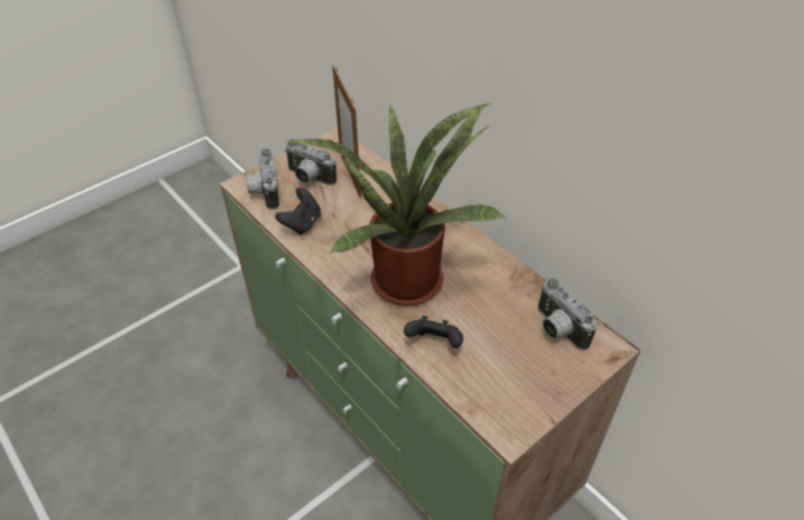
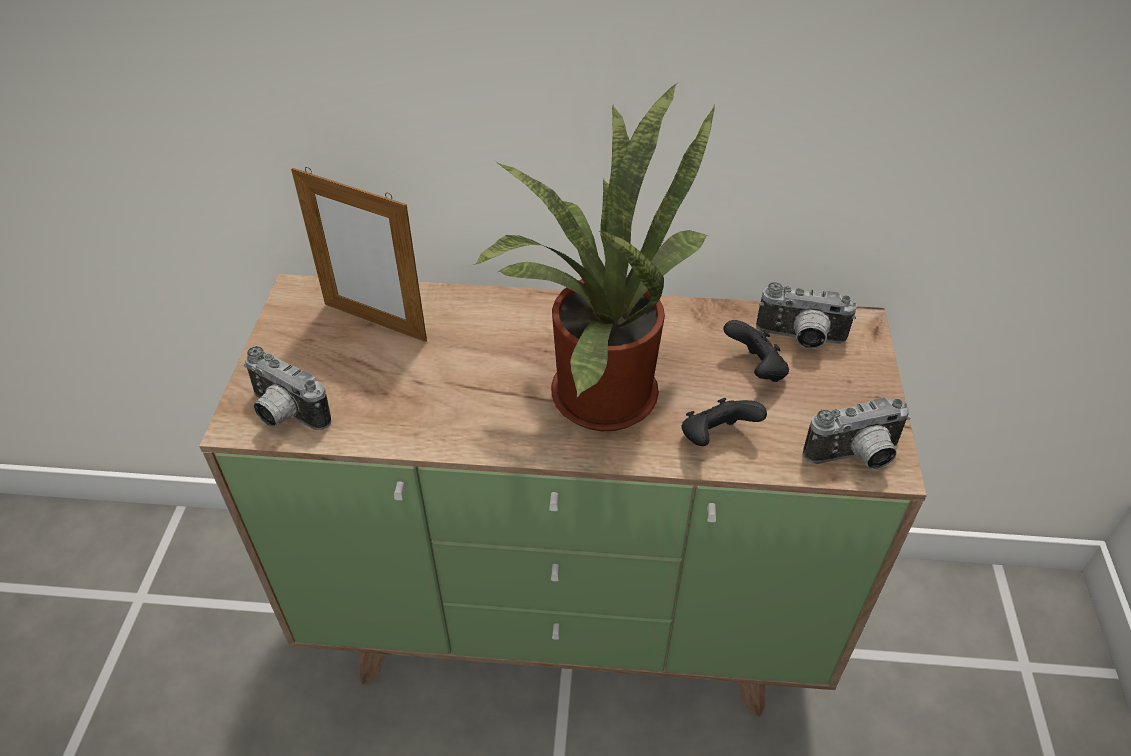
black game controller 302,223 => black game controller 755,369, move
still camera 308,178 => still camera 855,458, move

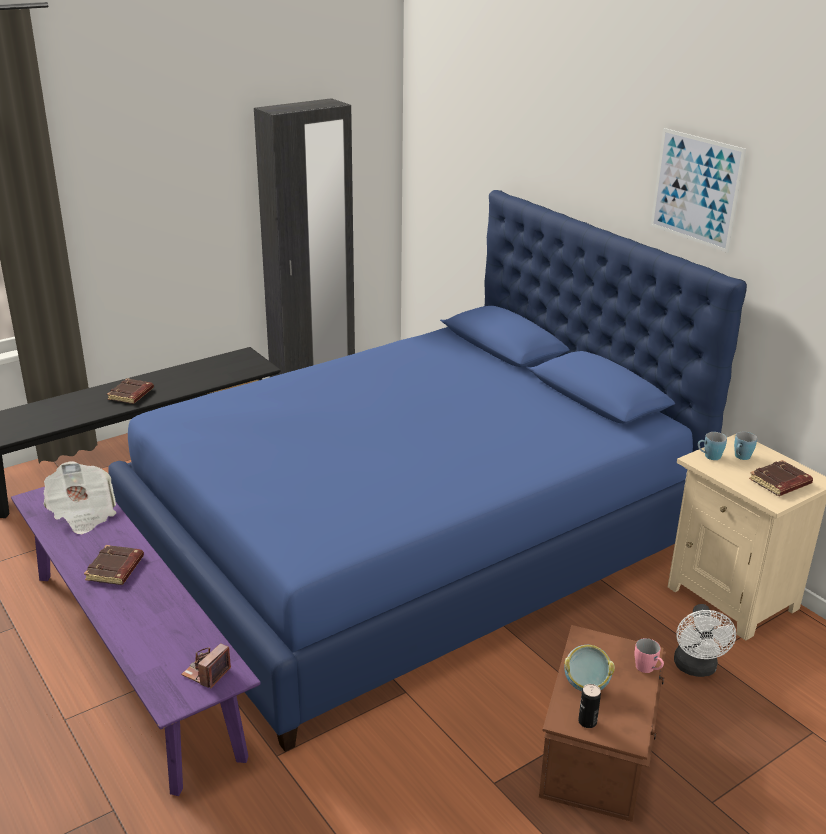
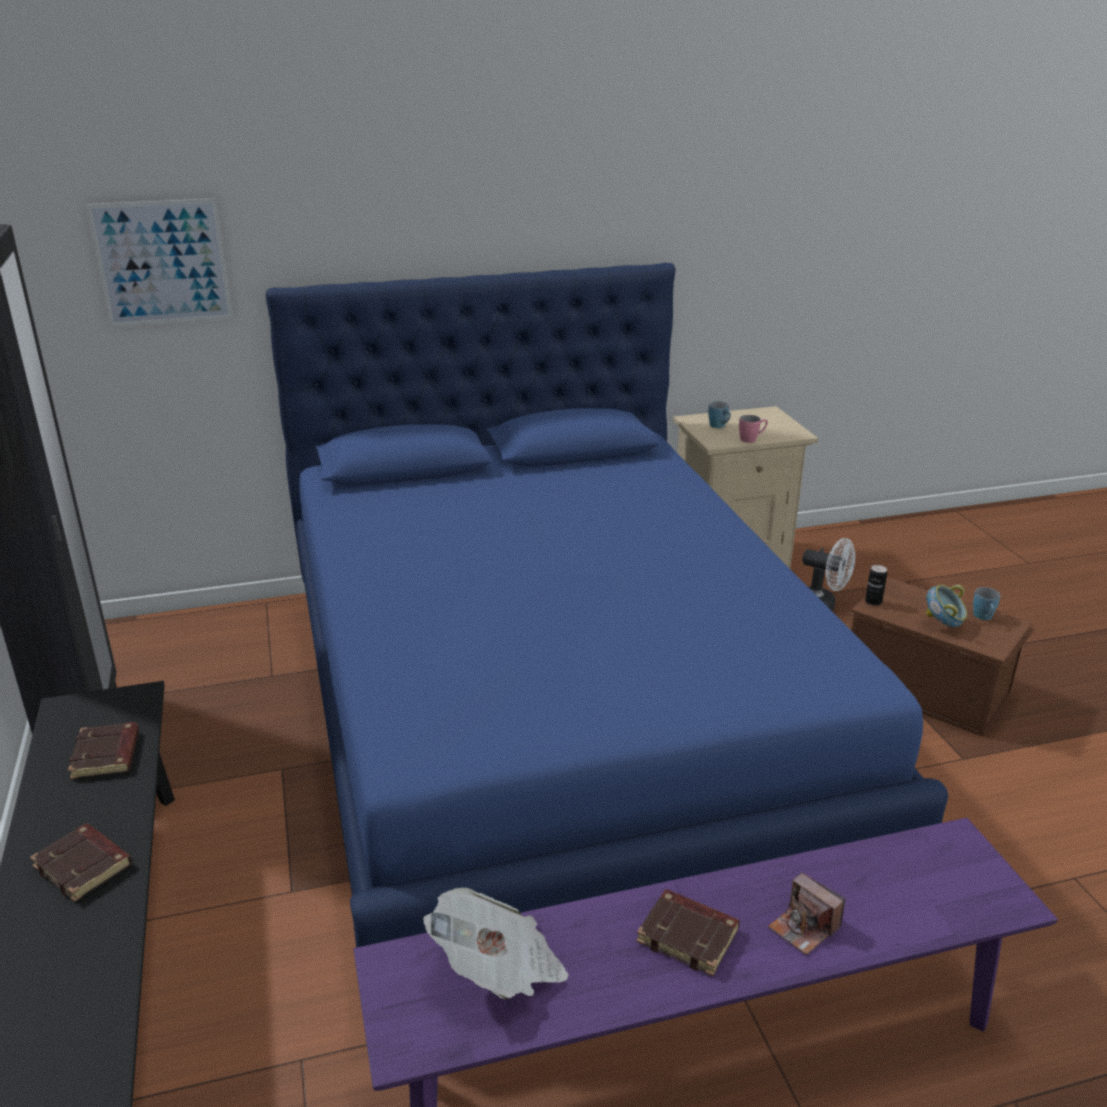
brown bound book 780,483 => brown bound book 107,755, move
wall art 696,189 => wall art 162,263, move
pinkish mug 648,669 => pinkish mug 752,439, move
still camera 206,673 => still camera 804,928, move
can 587,722 => can 873,602, move
bluish mug 709,456 => bluish mug 984,618, move

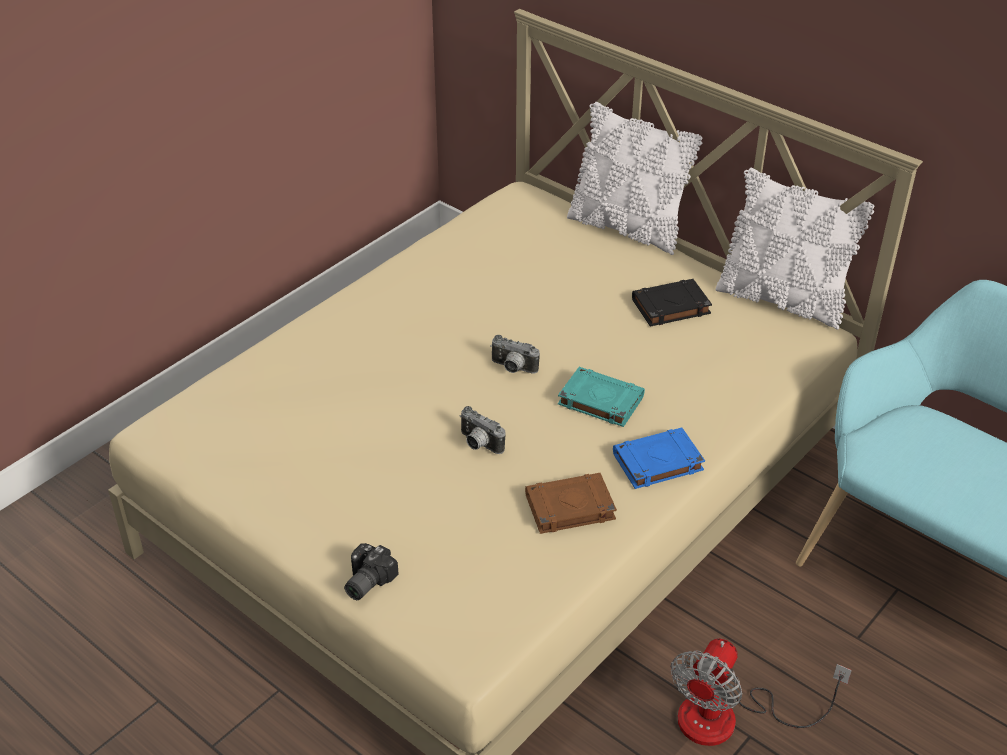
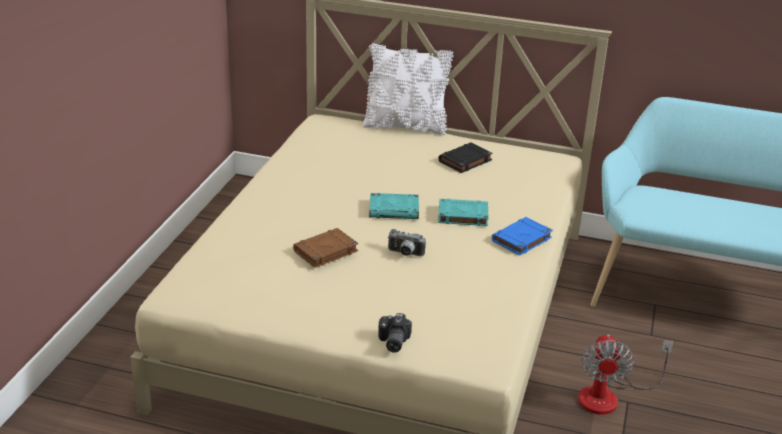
brown bound book 569,507 => brown bound book 325,251, move
still camera 512,368 => blue-green bound book 394,210
white-coloured cushion 783,300 => nothing

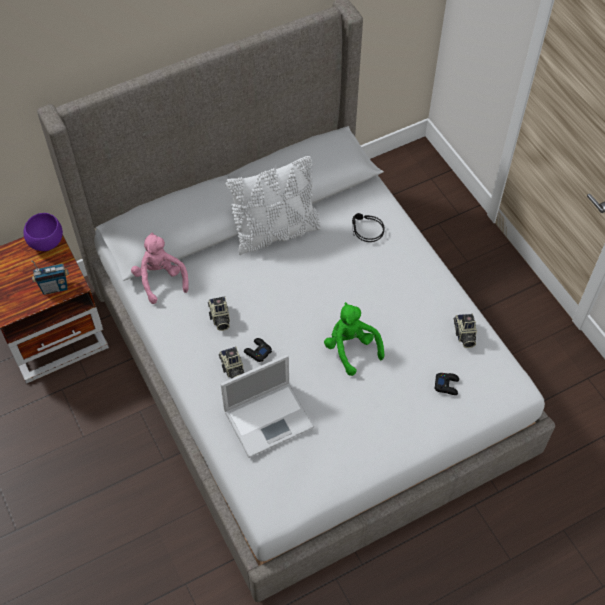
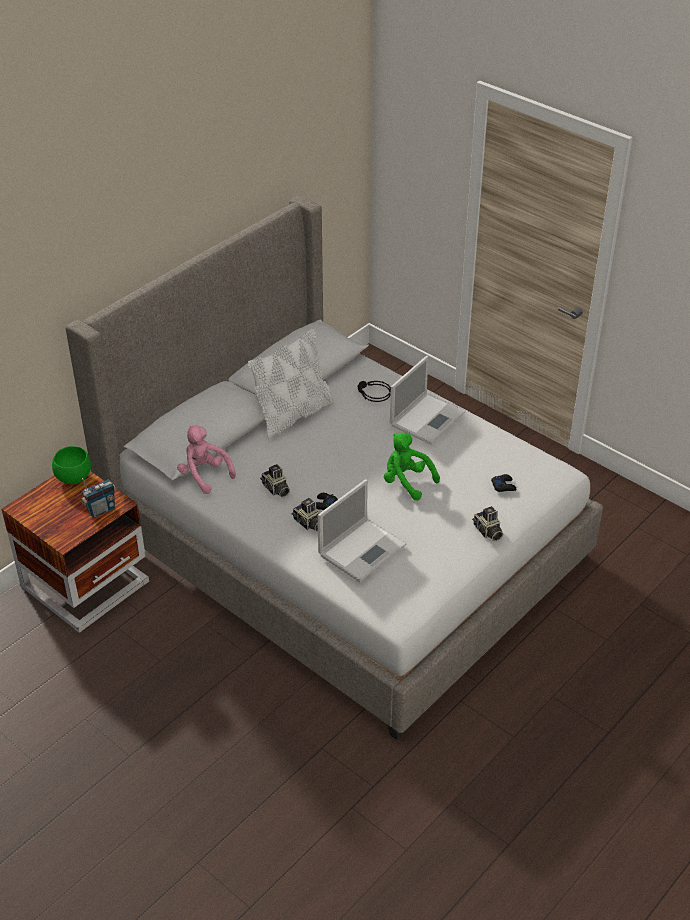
purple serving bowl 45,242 => green-coloured serving bowl 72,478
nothing => portable computer 428,418
still camera 464,335 => still camera 487,532, move

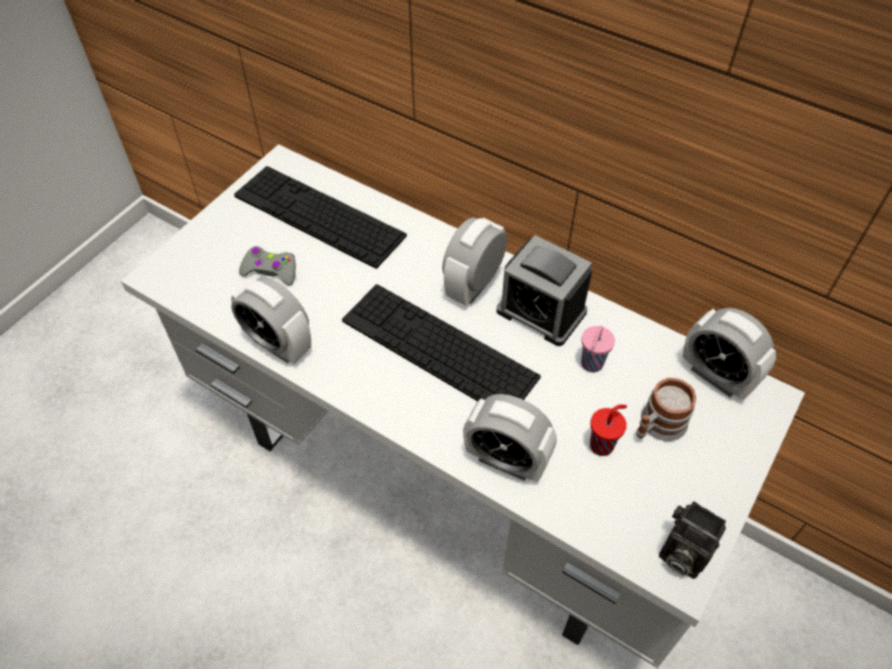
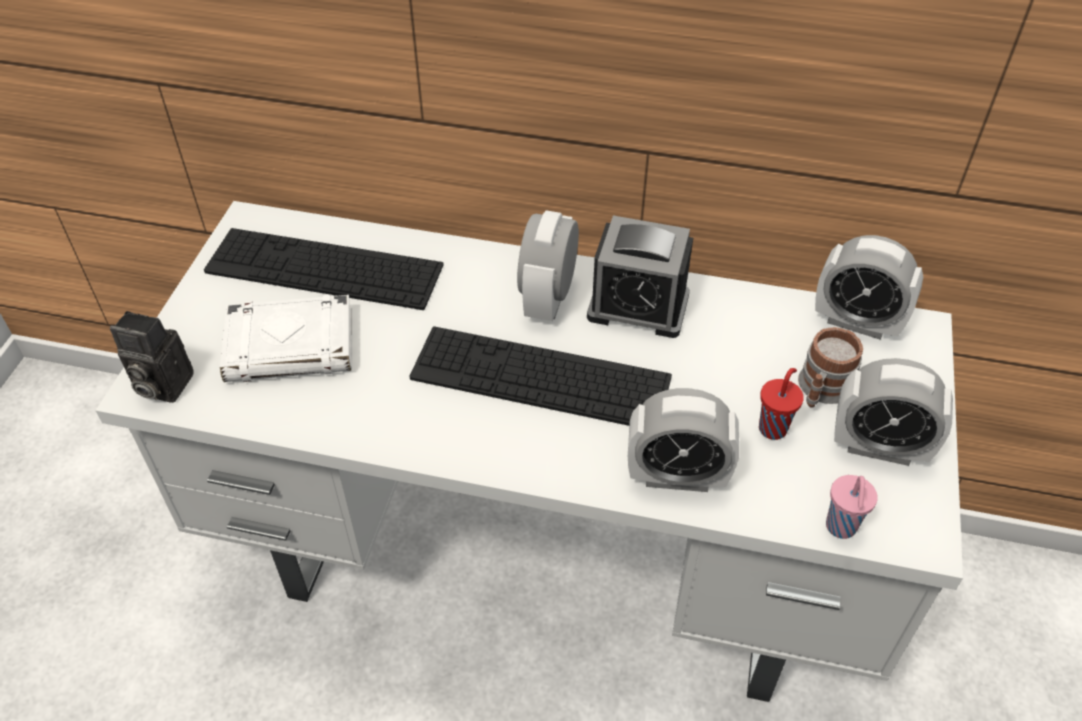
still camera 680,554 => still camera 160,385, move
grey game controller 270,270 => white-coloured bound book 292,346
pinkish small cup 591,365 => pinkish small cup 841,528, move
table clock 278,344 => table clock 879,447, move

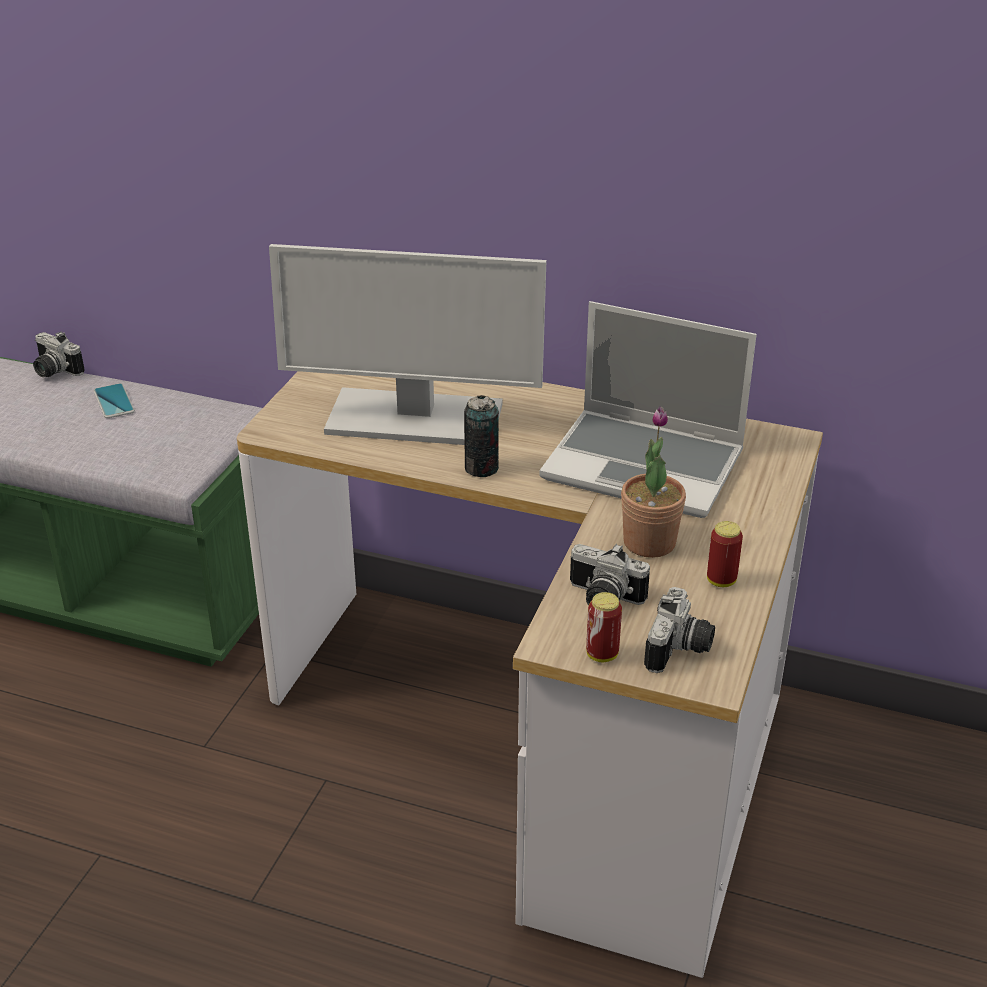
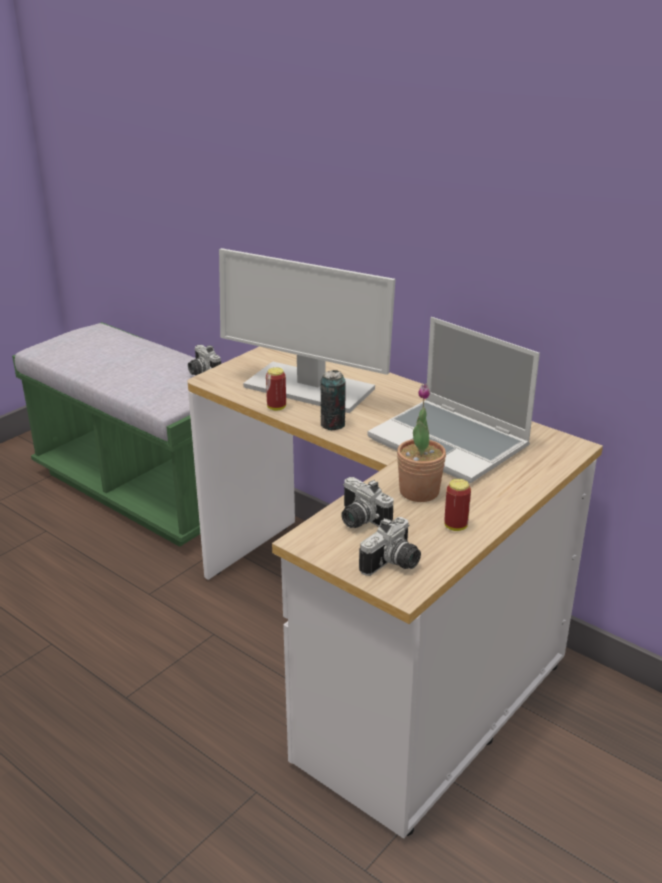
still camera 54,371 => still camera 201,372, move
can 602,654 => can 276,407, move
telephone 114,401 => nothing

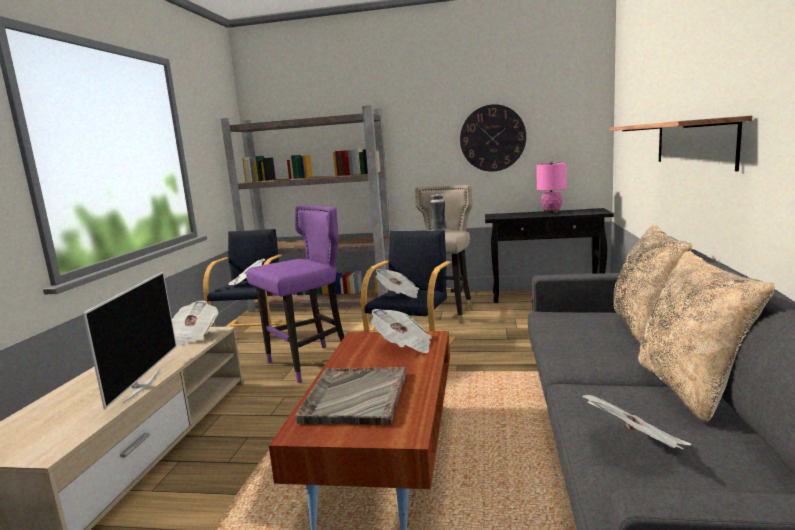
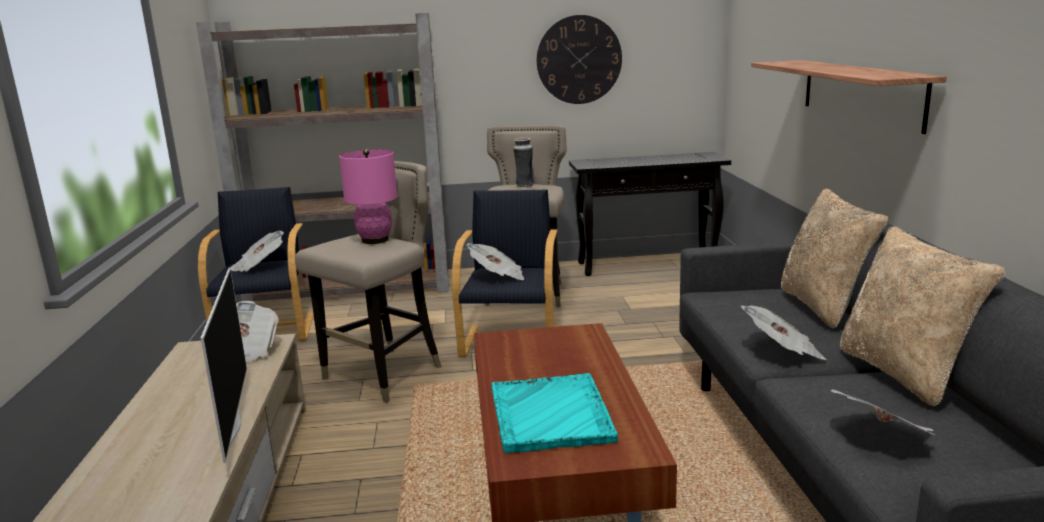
purple stool seat 309,363 => sand-coloured stool seat 383,375
pinkish table lamp 551,212 => pinkish table lamp 375,240, move
grey tray 355,397 => blue-green tray 550,415
daily paper 403,346 => daily paper 782,352, move

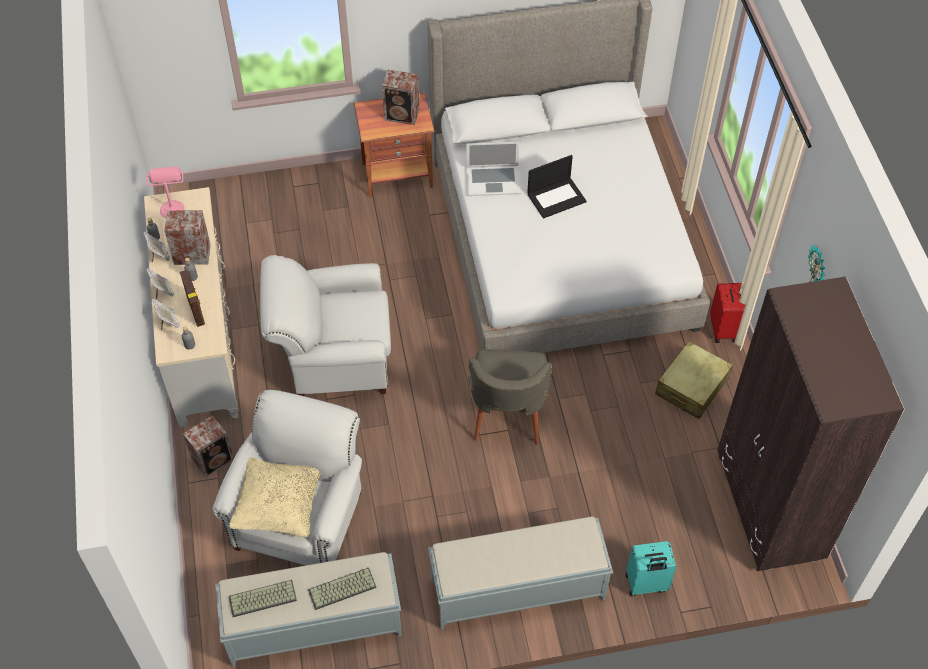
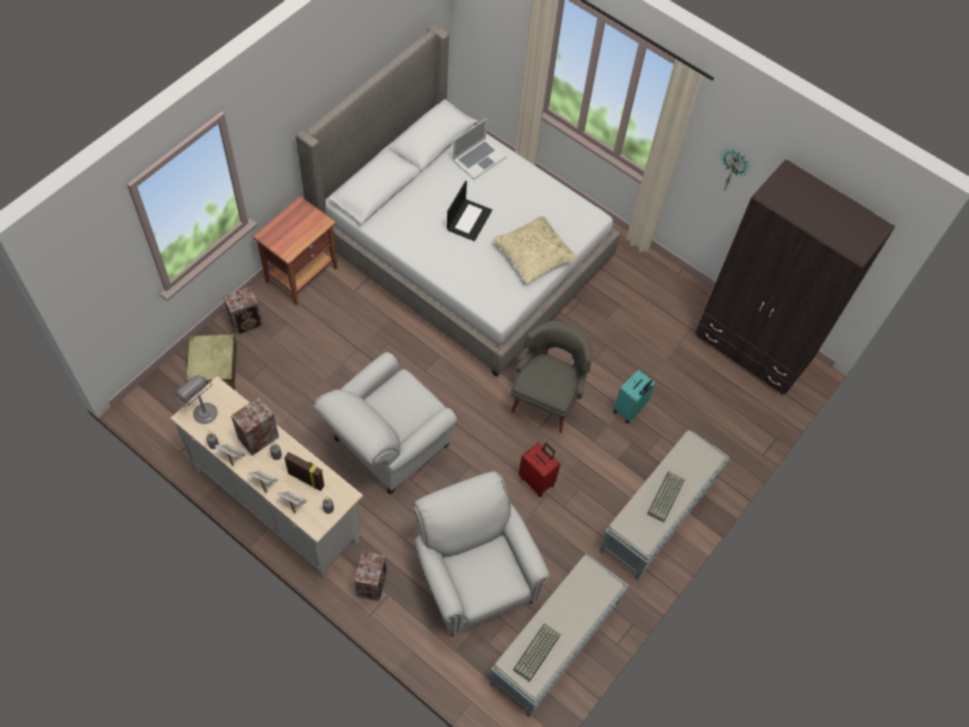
pinkish table lamp 171,205 => grey table lamp 201,410
sand-coloured suitcase 691,387 => sand-coloured suitcase 213,368, move
speaker 403,115 => speaker 247,322, move
portable computer 493,180 => portable computer 479,158, move
sand-coloured cushion 278,502 => sand-coloured cushion 534,254, move
grey plain chair 507,417 => grey plain chair 545,403, 120 degrees counterclockwise
red suitcase 724,329 => red suitcase 537,480, move
blue-green suitcase 646,584 => blue-green suitcase 630,409, move
computer keyboard 342,590 => computer keyboard 666,497, move

